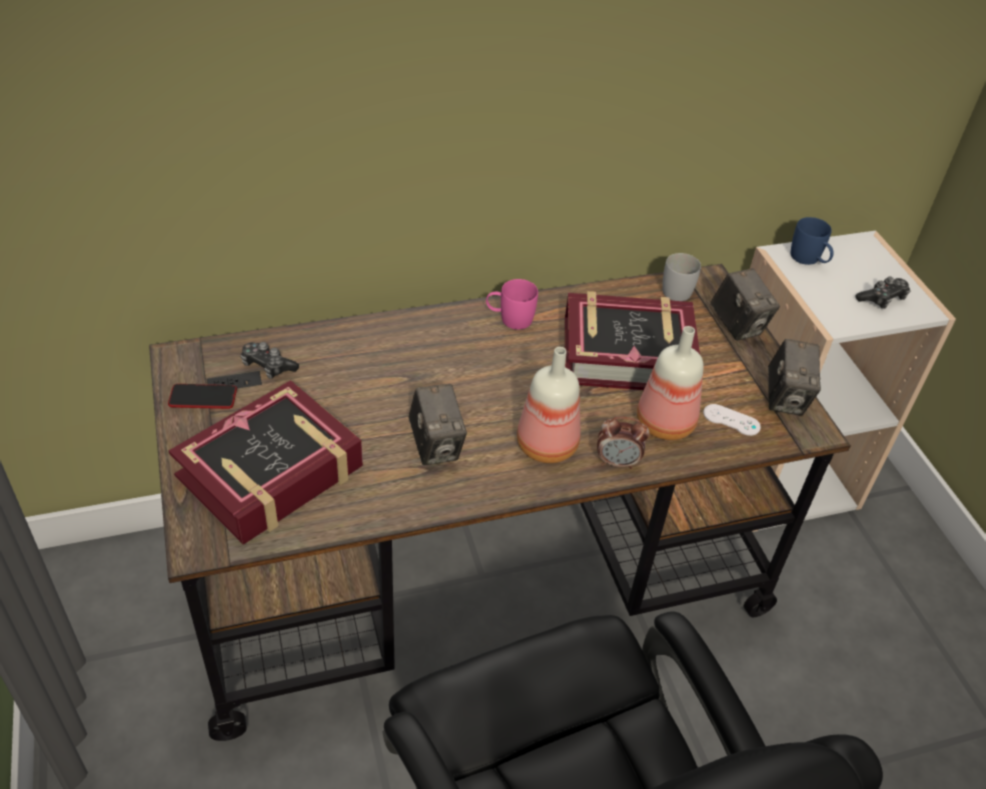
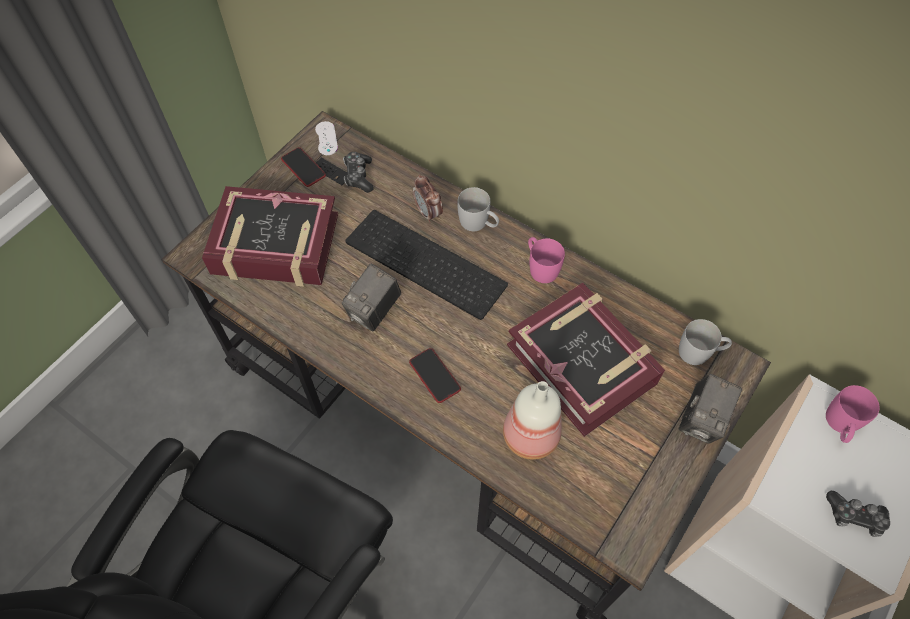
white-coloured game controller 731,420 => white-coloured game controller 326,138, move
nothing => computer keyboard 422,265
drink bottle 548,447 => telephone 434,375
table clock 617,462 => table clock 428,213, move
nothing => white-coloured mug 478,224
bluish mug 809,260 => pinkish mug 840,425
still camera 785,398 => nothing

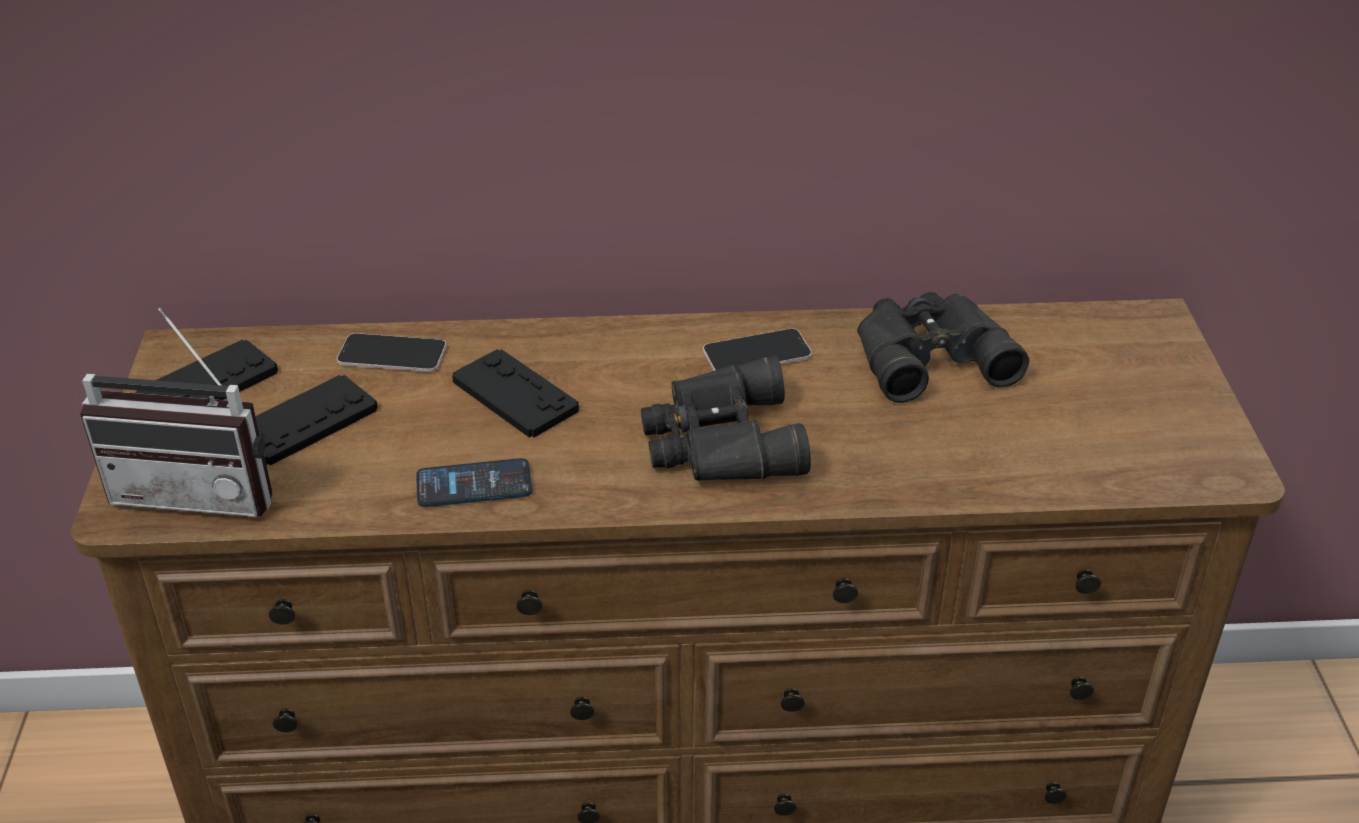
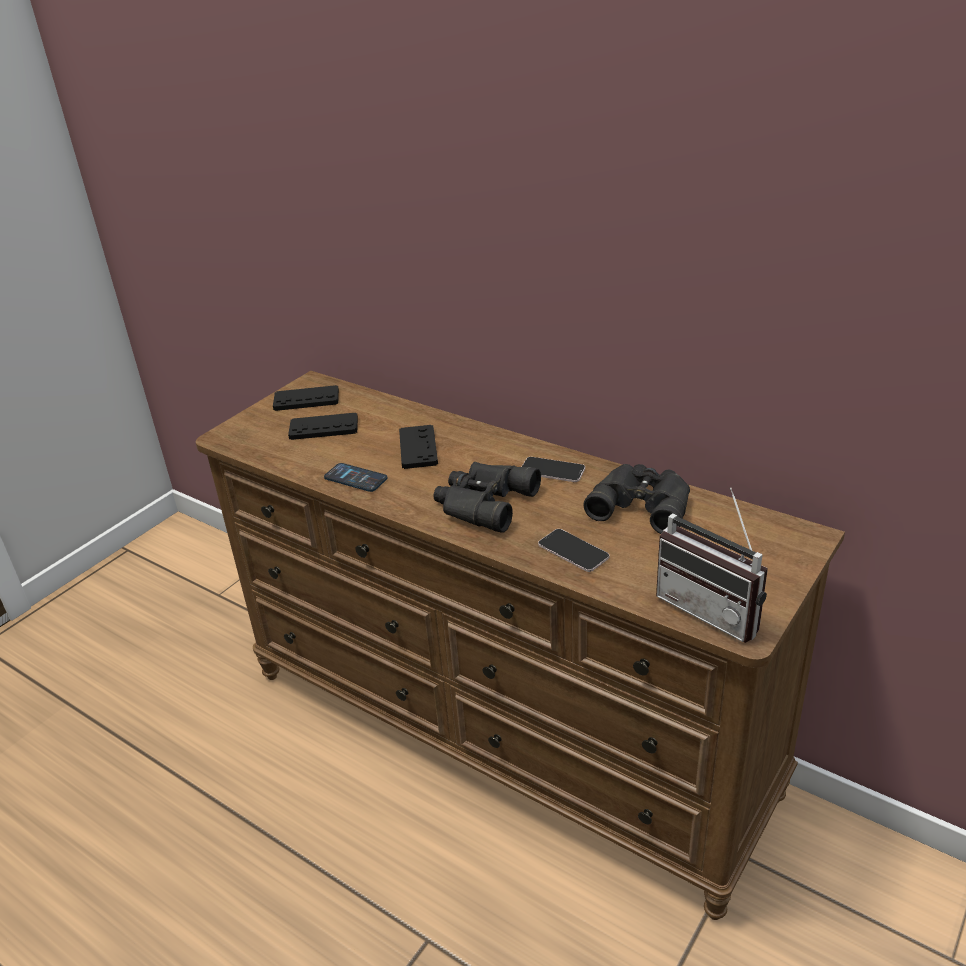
telephone 392,354 => telephone 573,551, move
radio set 201,489 => radio set 714,609, move

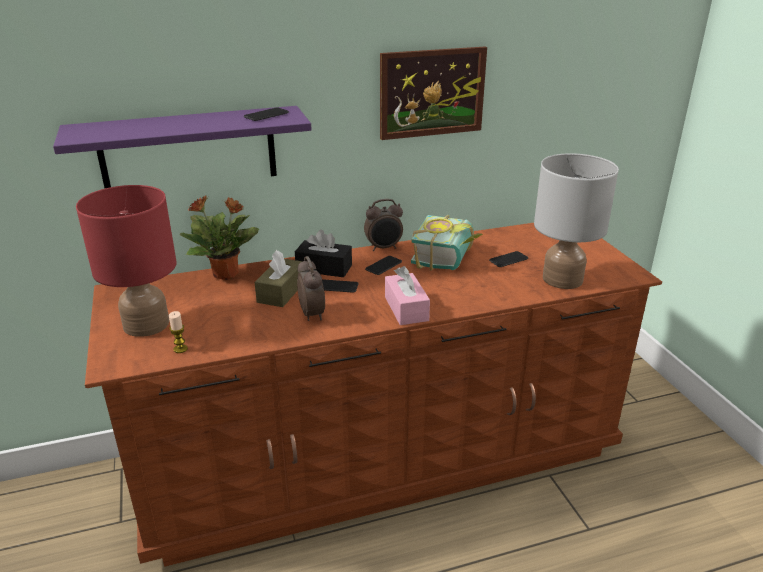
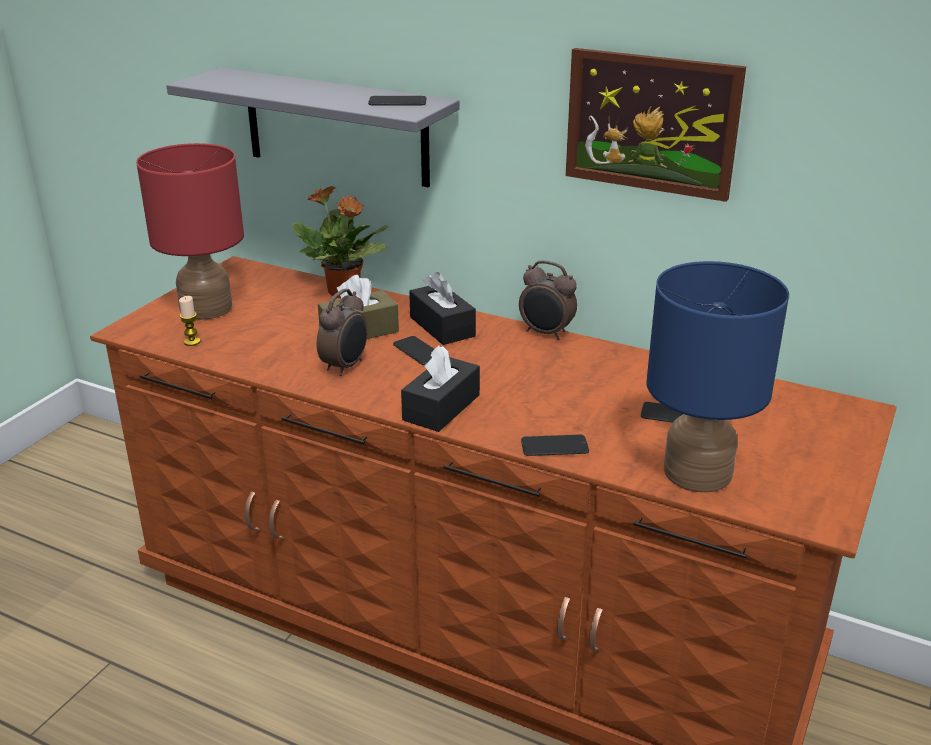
purple shelf 189,150 => grey shelf 336,127
pinkish box of tissues 406,308 => black box of tissues 441,407
telephone 383,266 => telephone 554,446, move
grey table lamp 562,280 => bluish table lamp 696,473
bound book 449,258 => nothing

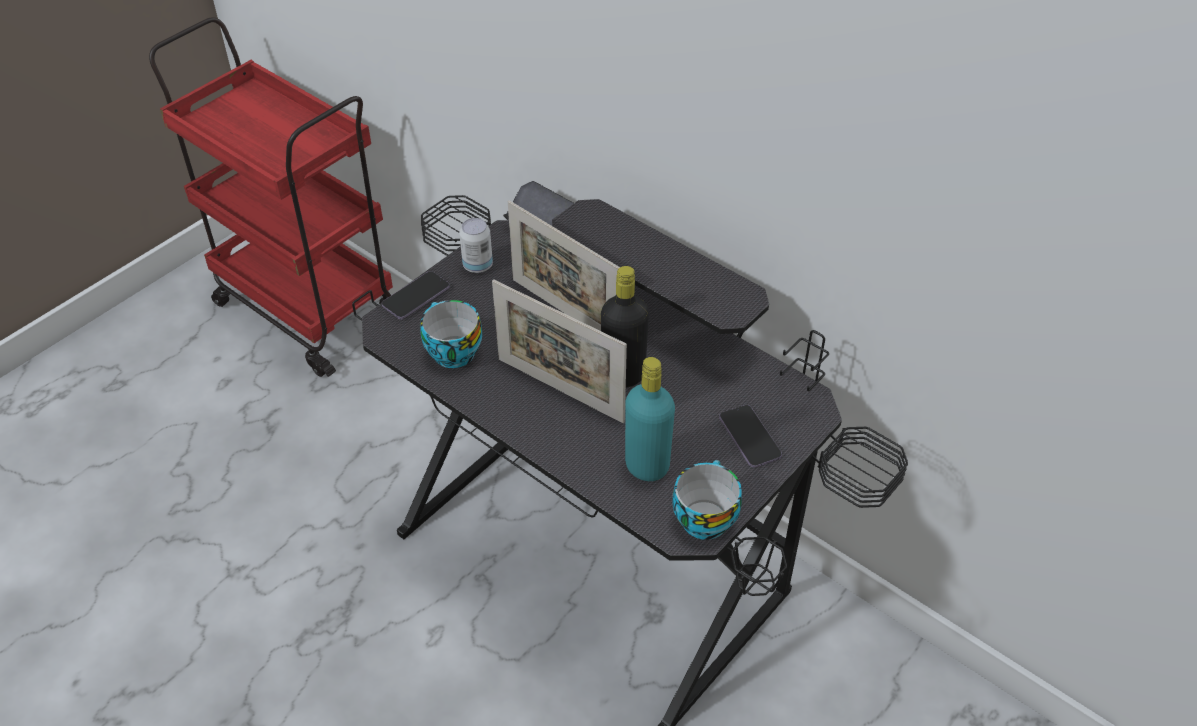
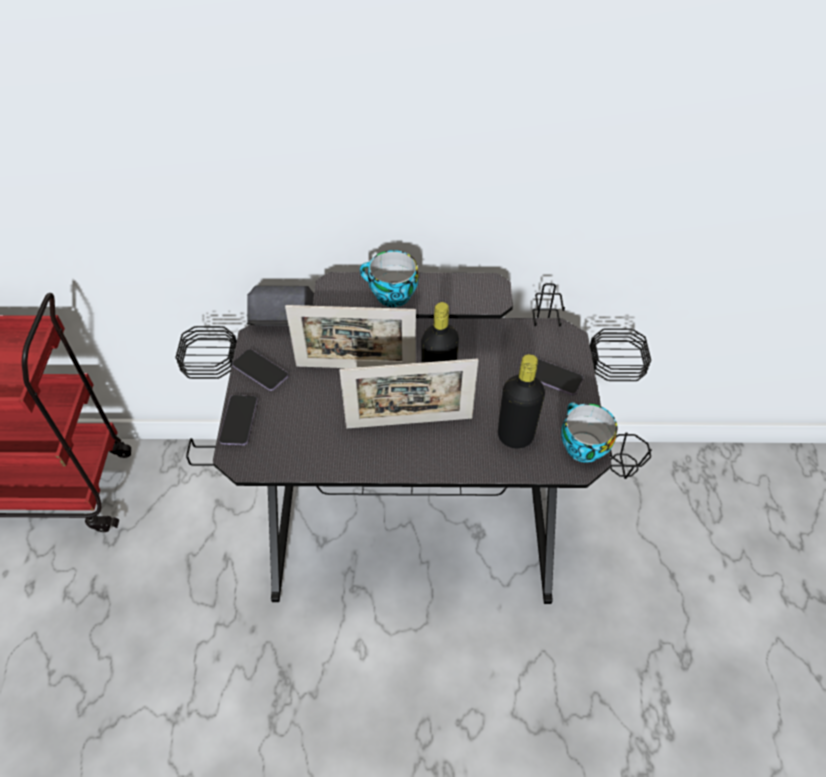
can 478,265 => telephone 260,371
small cup 451,352 => small cup 390,295, move
blue-green drink bottle 647,466 => black drink bottle 515,436

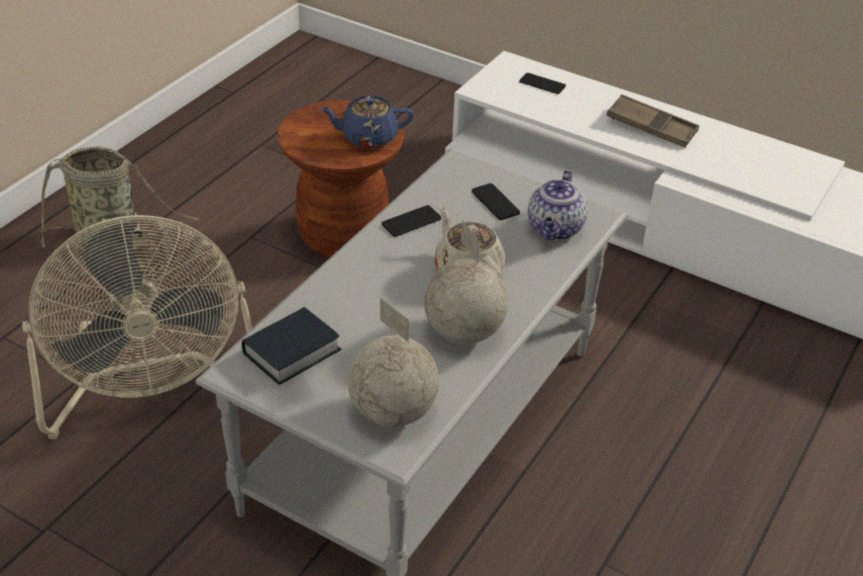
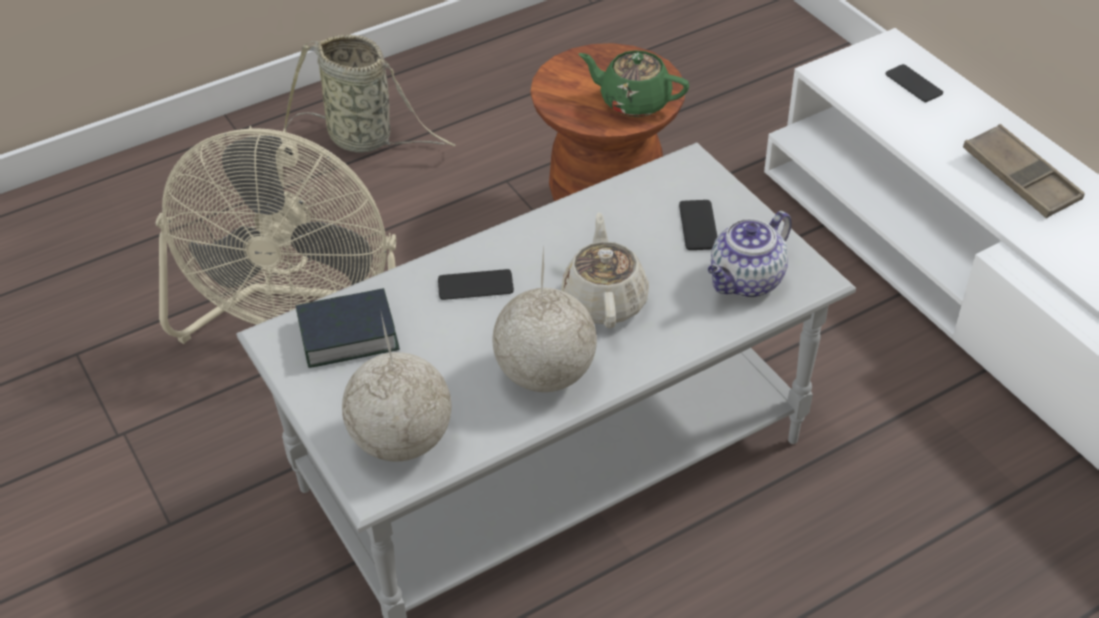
telephone 411,222 => telephone 475,285, move
bluish tea pot 368,137 => green-coloured tea pot 633,101

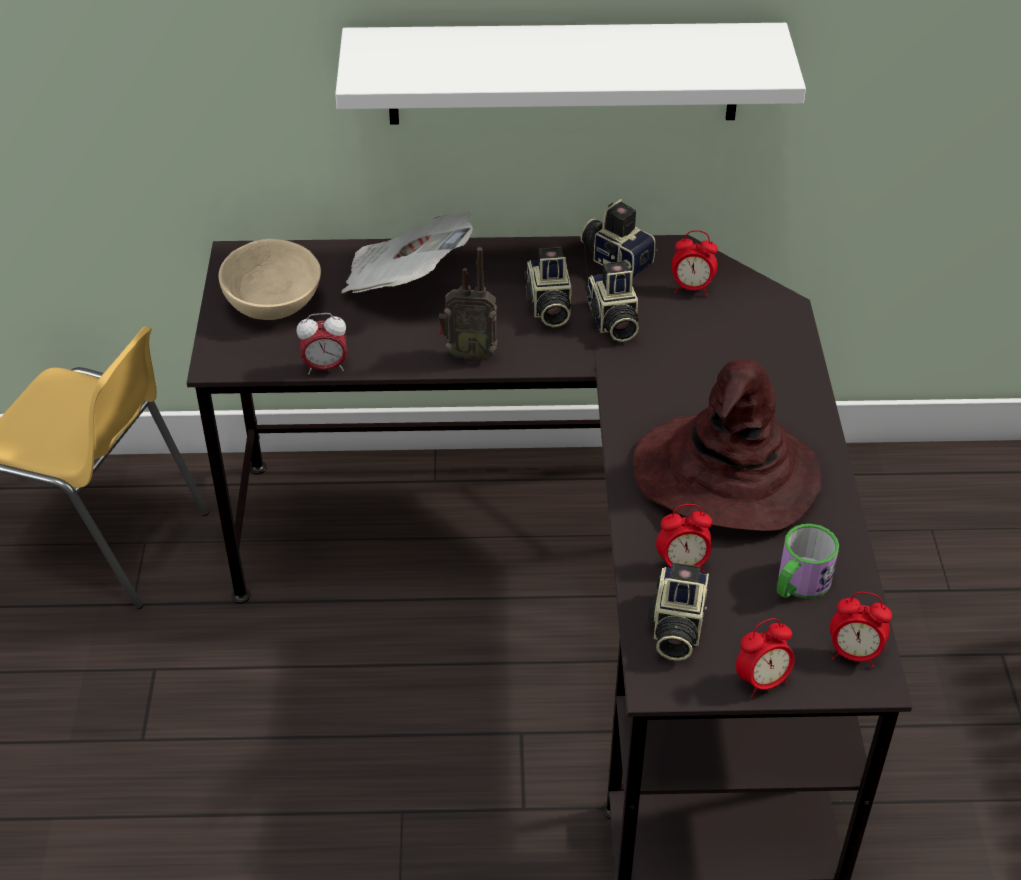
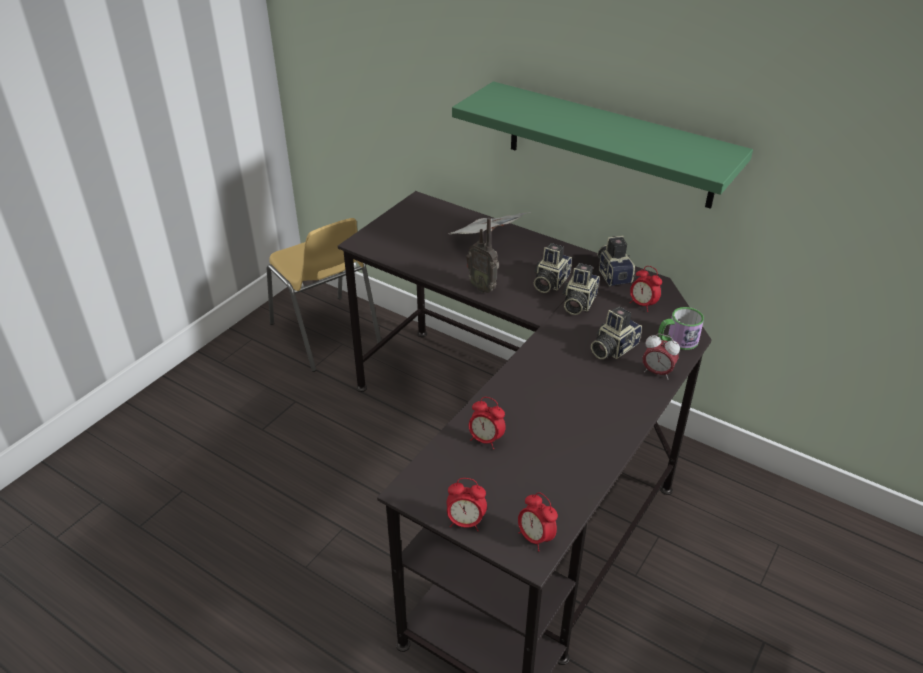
white-coloured shelf 563,73 => green-coloured shelf 609,145
still camera 675,628 => still camera 612,348, move
table clock 325,367 => table clock 657,372, move
mug 798,584 => mug 677,341, move
sand-coloured serving bowl 271,303 => nothing
brown clothing hat 725,476 => nothing

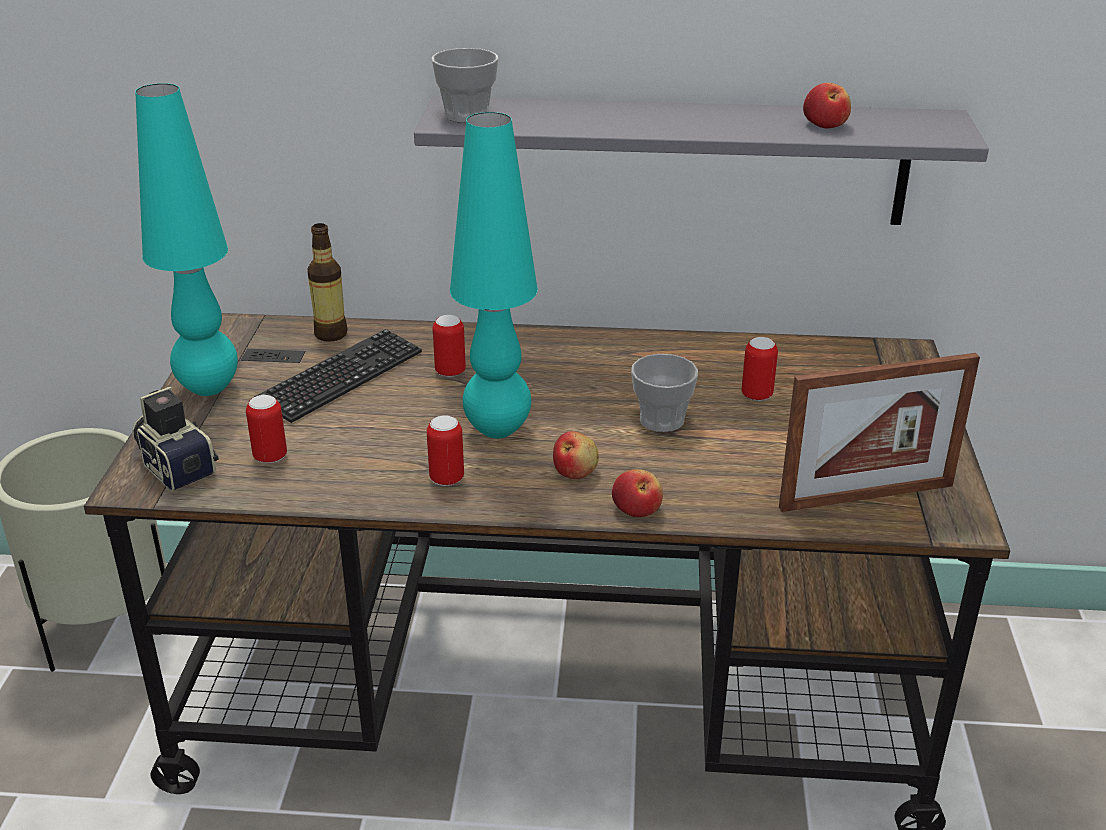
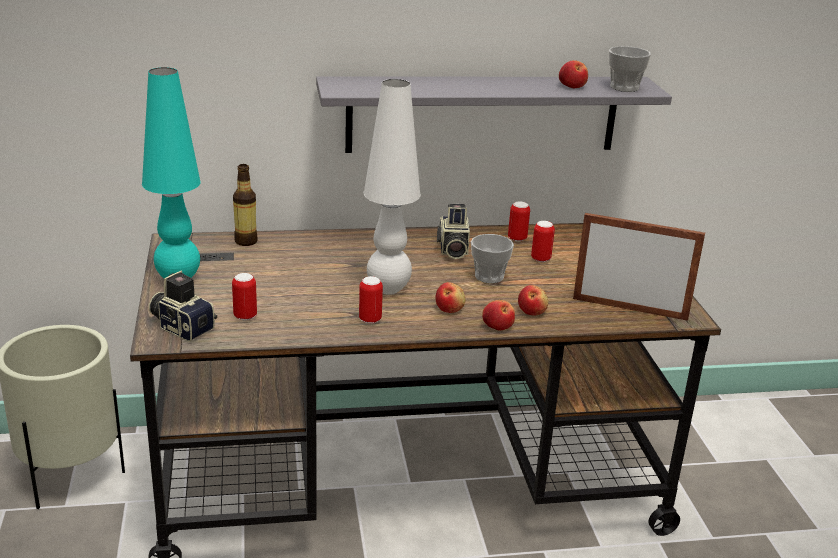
blue-green table lamp 497,429 => white-coloured table lamp 388,289
nothing => still camera 452,250
can 450,372 => can 517,238, move
nothing => apple 532,311
standing frame 866,496 => standing frame 629,308, 135 degrees counterclockwise
small cup 467,115 => small cup 624,87, move
computer keyboard 341,378 => nothing

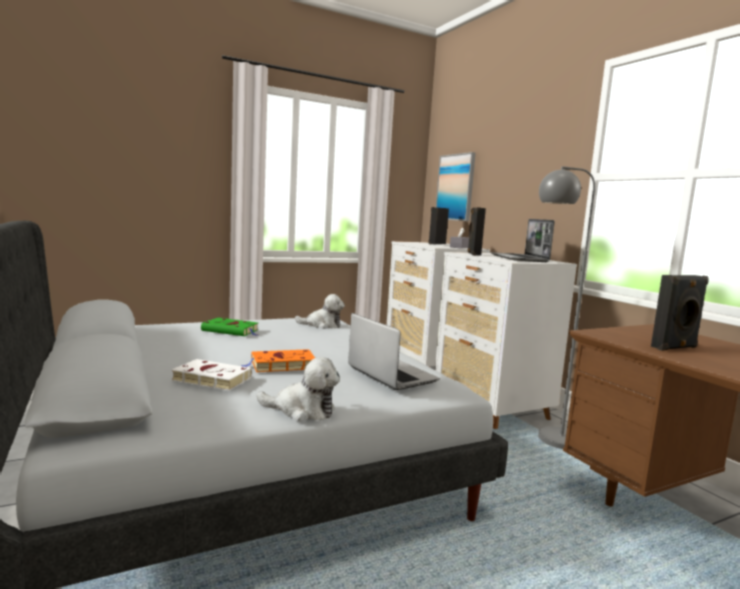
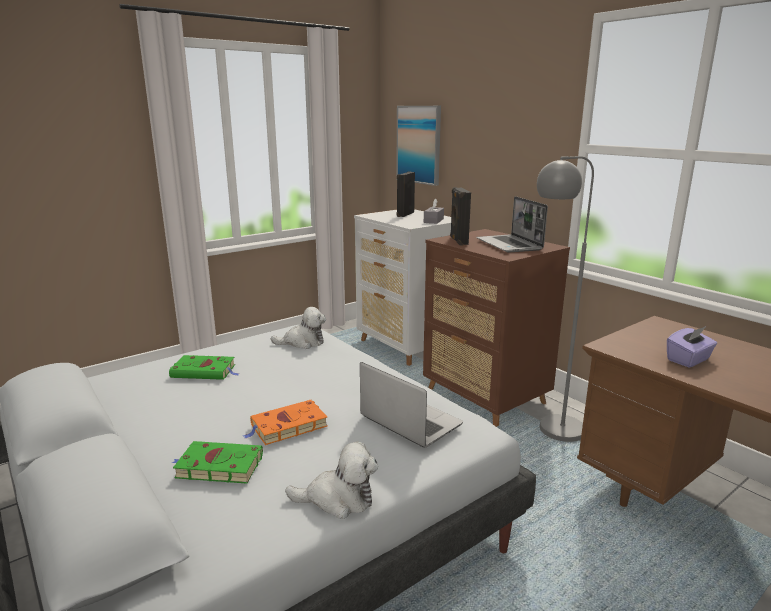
white-coloured bound book 209,379 => green-coloured bound book 217,466
white-coloured chest of drawers 492,407 => brown chest of drawers 486,396
black speaker 675,347 => purple box of tissues 688,360

